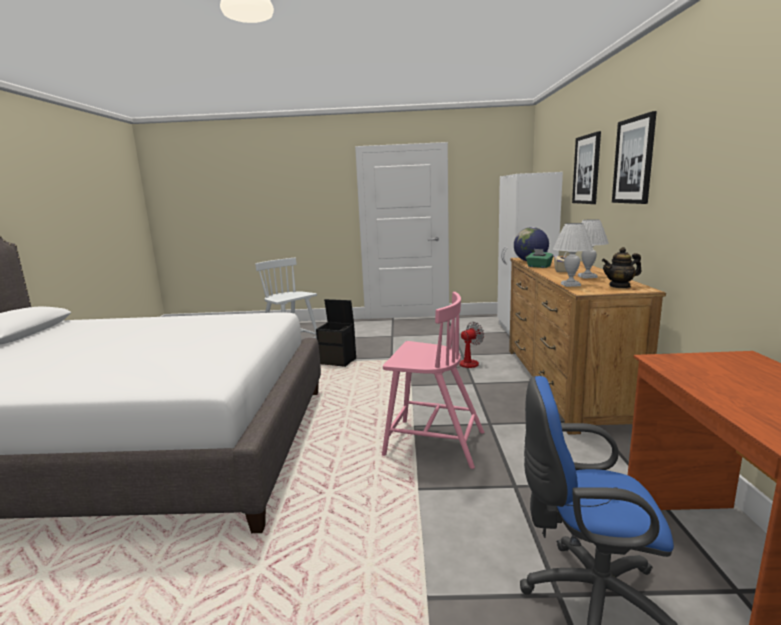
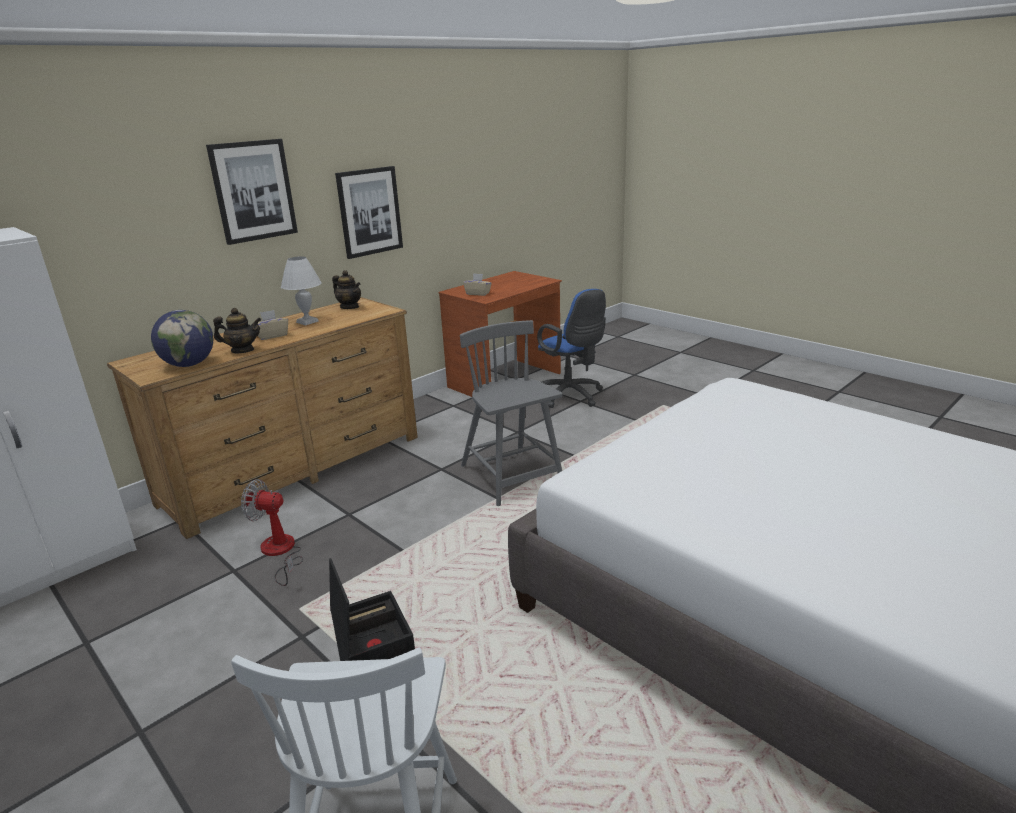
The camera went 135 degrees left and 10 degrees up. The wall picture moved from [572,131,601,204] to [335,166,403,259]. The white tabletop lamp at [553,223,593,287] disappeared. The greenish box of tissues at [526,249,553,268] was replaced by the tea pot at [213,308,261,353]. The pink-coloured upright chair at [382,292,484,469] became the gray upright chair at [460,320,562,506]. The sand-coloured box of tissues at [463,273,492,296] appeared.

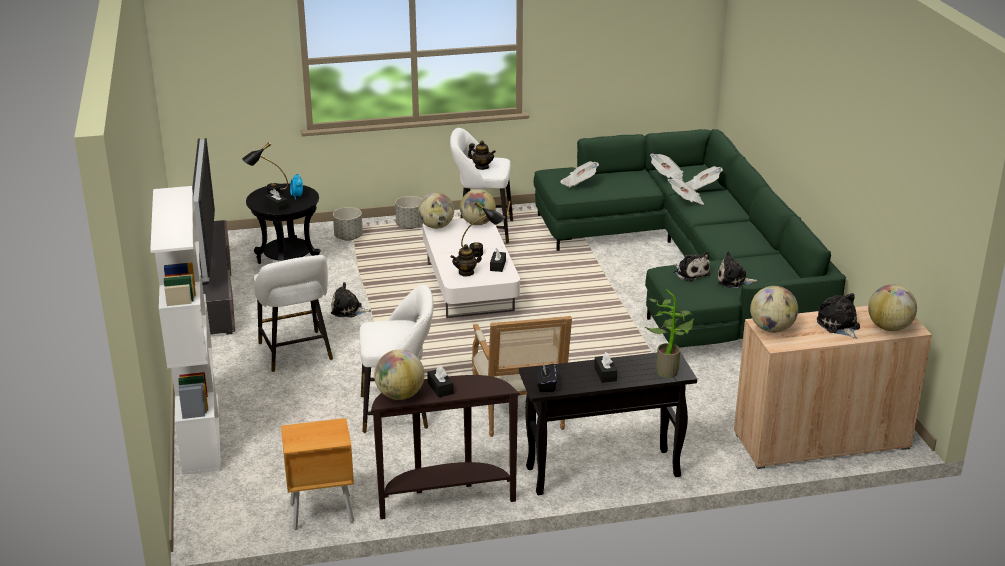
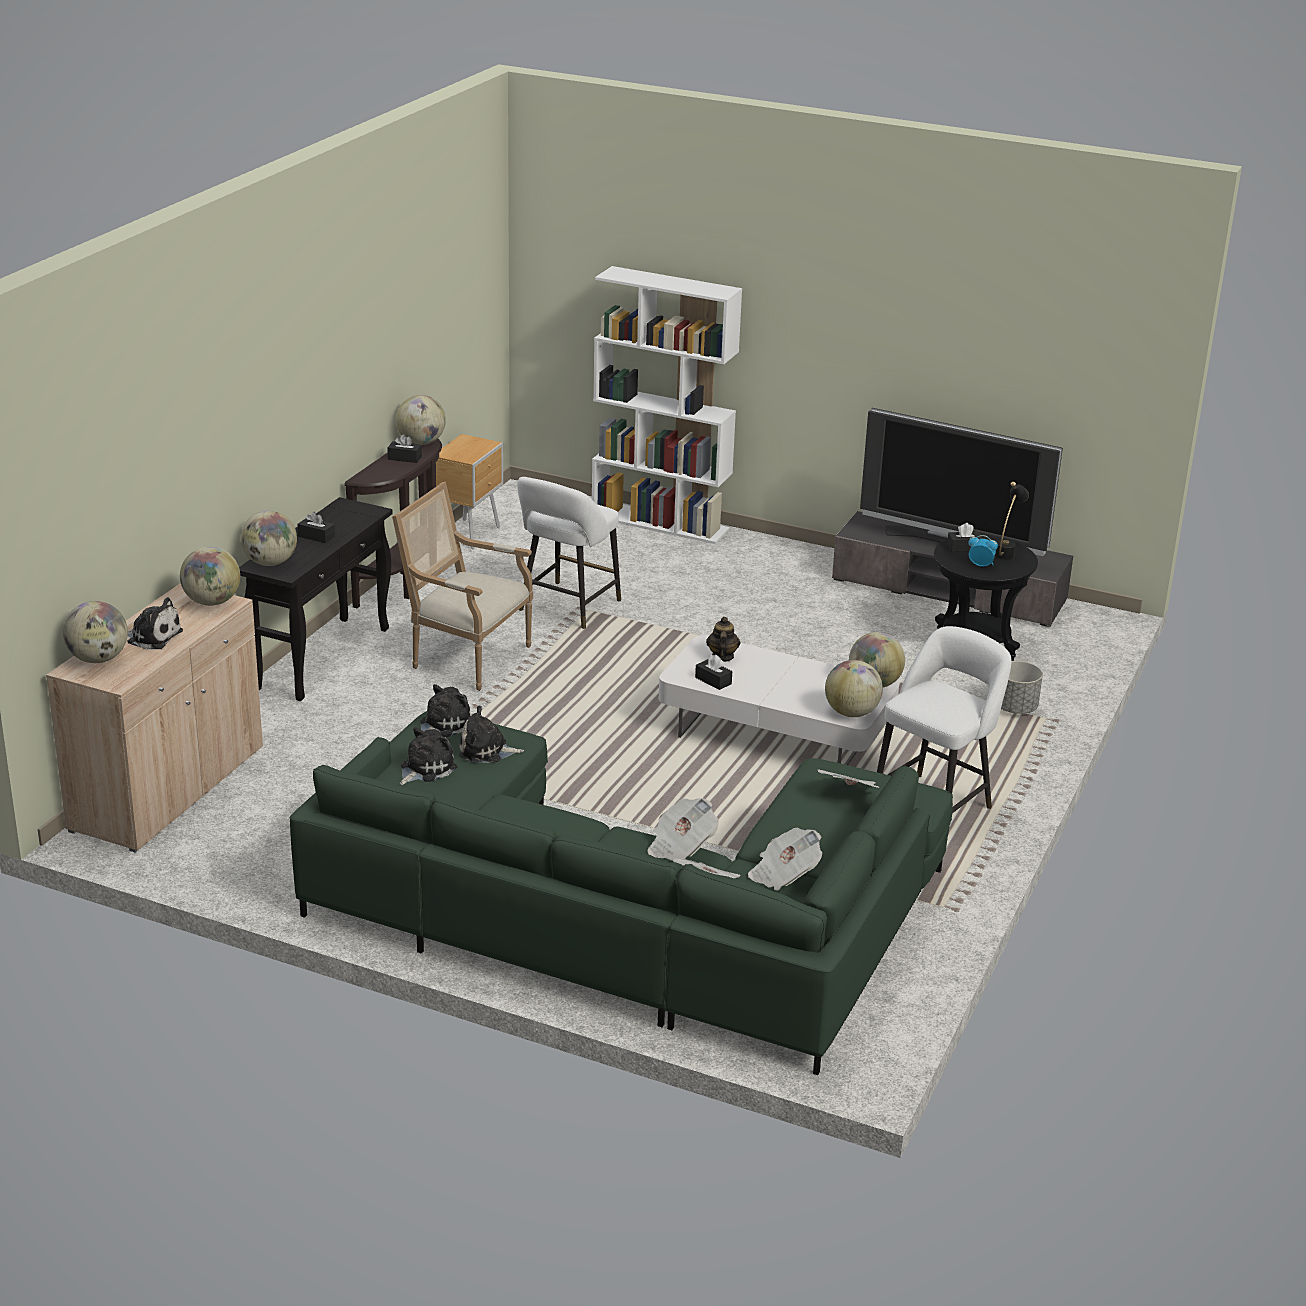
The camera went 125 degrees right and 0 degrees up. The tea pot at [468,141,496,170] disappeared. The gray flower pot at [395,196,423,229] disappeared. The black tabletop lamp at [461,202,505,257] disappeared. The white stool at [254,255,333,372] disappeared. The cuddly toy moved from [331,282,372,318] to [420,684,471,737]. The houseplant at [645,289,694,378] was replaced by the desk globe at [241,510,297,566]. The black box of tissues at [536,362,557,392] disappeared.

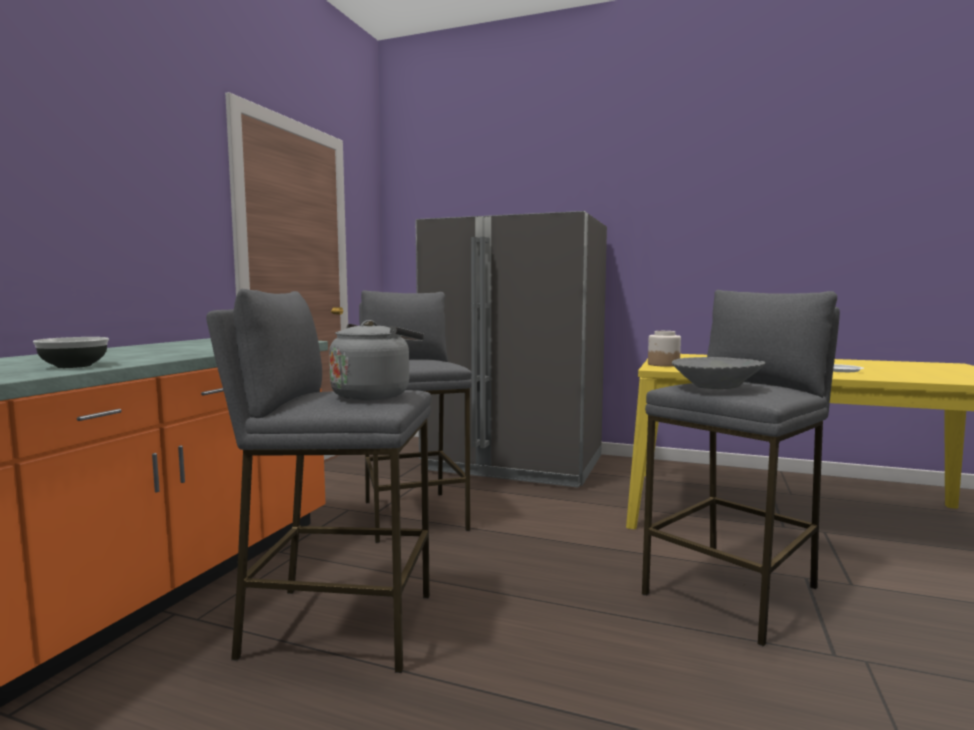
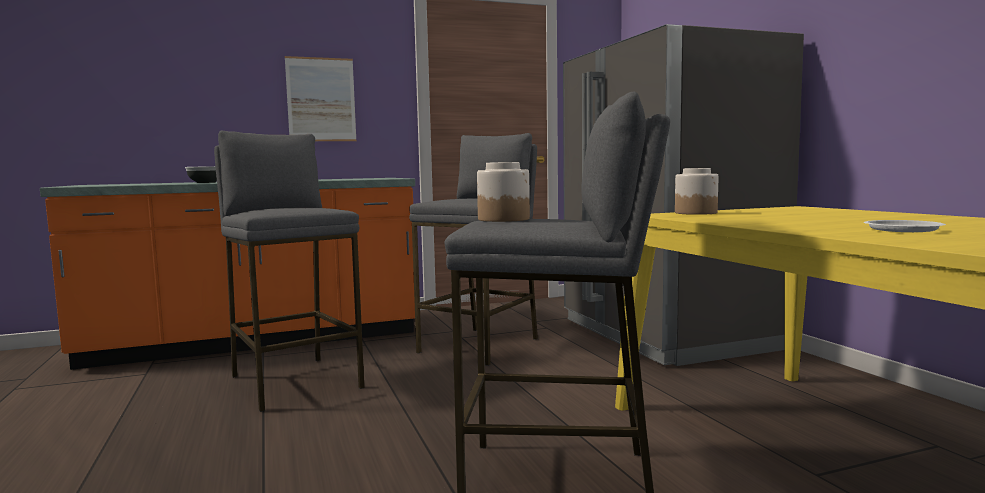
The camera went 50 degrees right and 0 degrees up. The gray kettle at [329,320,424,400] disappeared. The gray serving bowl at [672,357,766,389] was replaced by the preserve jar at [477,162,530,222]. The wall picture at [285,56,357,141] appeared.

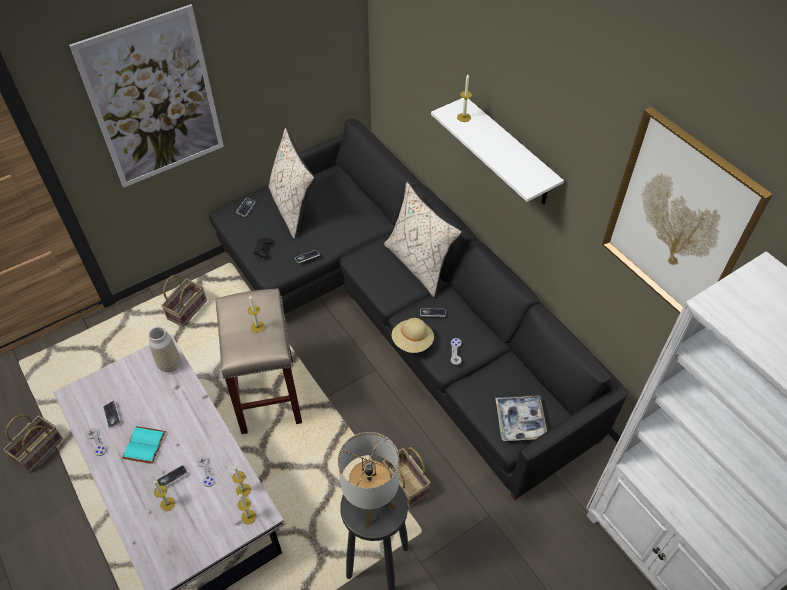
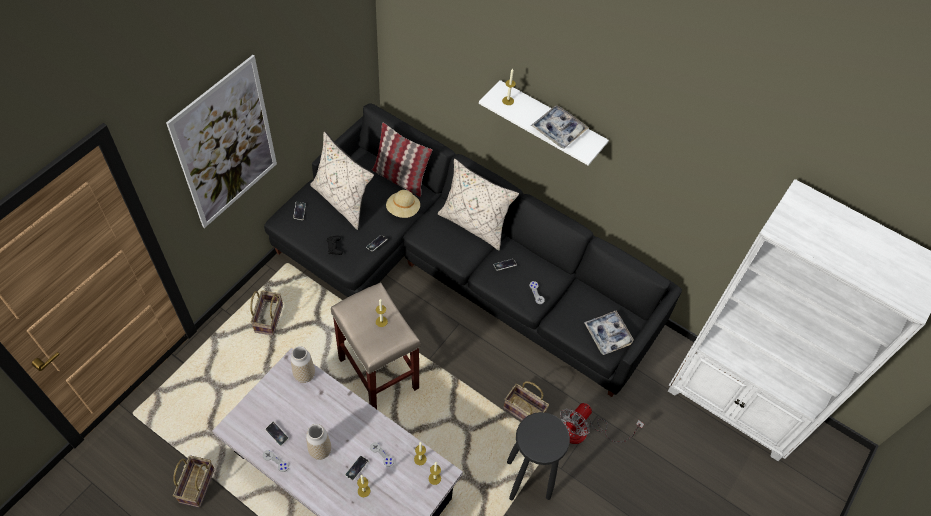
The camera went 25 degrees left and 5 degrees up. The wall picture at [602,107,773,313] disappeared. The sand-coloured hat moved from [392,318,434,353] to [386,190,420,218]. The turquoise book at [122,426,166,464] was replaced by the flower vase at [306,424,331,460]. The tabletop lamp at [338,432,399,530] disappeared. The serving tray at [531,105,589,148] appeared. The cushion at [372,123,432,197] appeared. The cooling fan at [560,403,644,444] appeared.

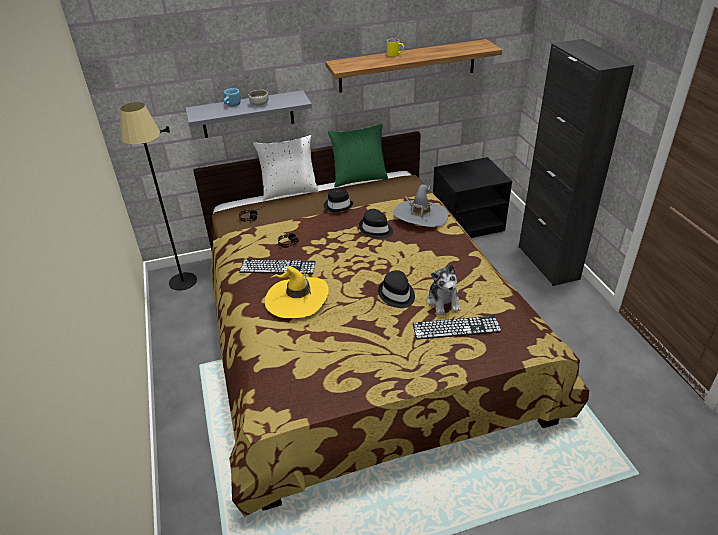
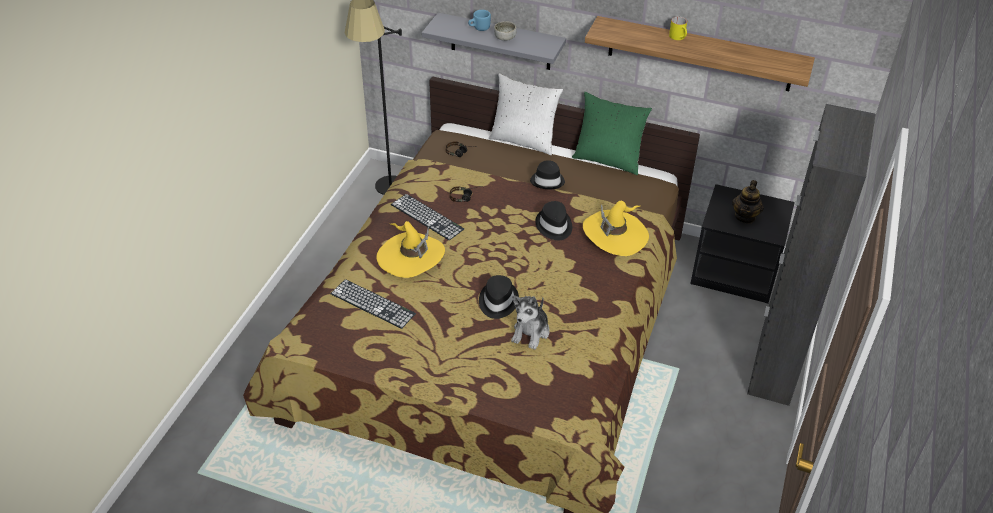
The camera went 35 degrees right and 5 degrees up. The gray hat at [394,184,448,227] became the yellowish hat at [583,201,649,256]. The computer keyboard moved from [413,316,501,340] to [330,279,416,329]. The tea pot at [732,180,764,224] appeared.

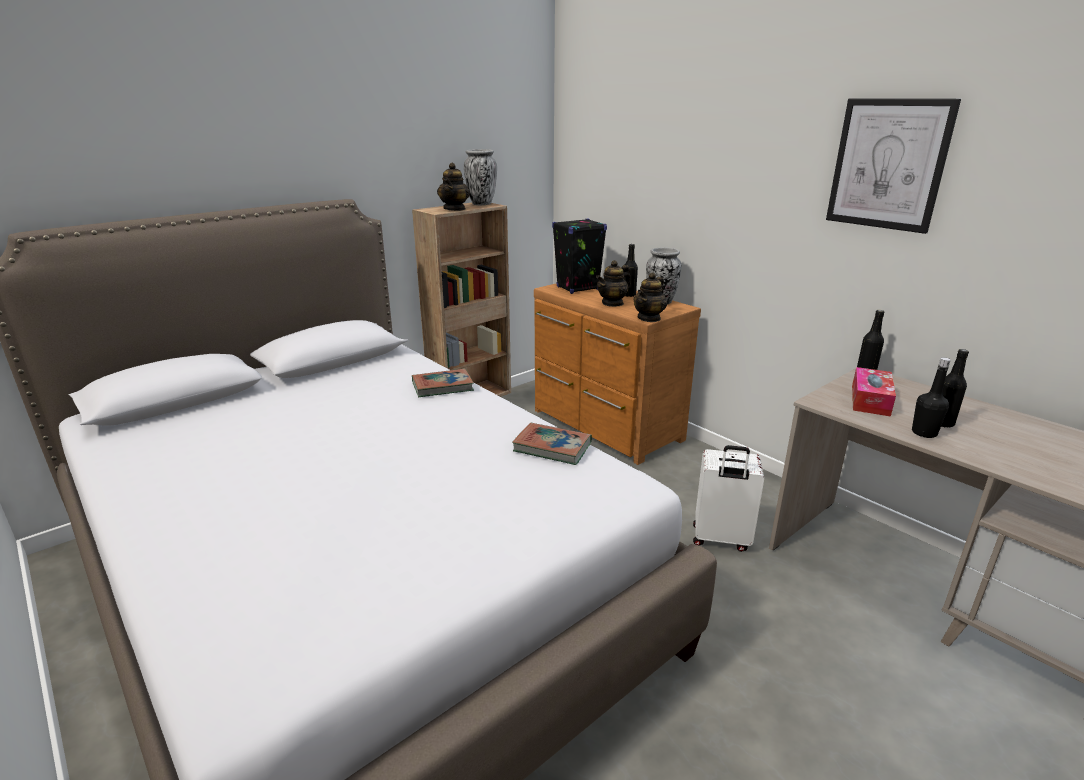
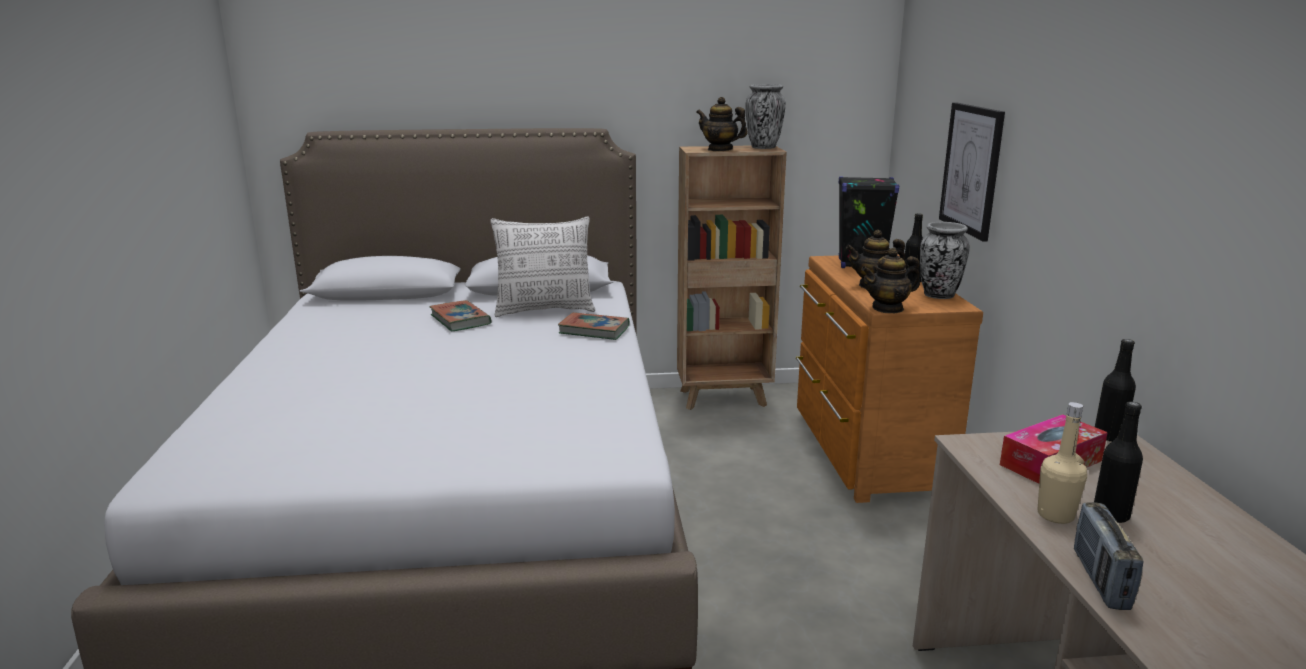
The camera went 35 degrees right and 5 degrees down. The wall picture moved from [826,99,961,234] to [939,102,1005,242]. The tea pot at [437,163,470,211] turned 75 degrees clockwise. The black bottle at [912,357,950,438] became the sand-coloured bottle at [1038,402,1087,524]. The book moved from [512,423,592,465] to [429,300,491,332]. The white suitcase at [693,445,764,552] disappeared. The cushion at [490,217,595,317] appeared. The radio receiver at [1074,502,1144,610] appeared.

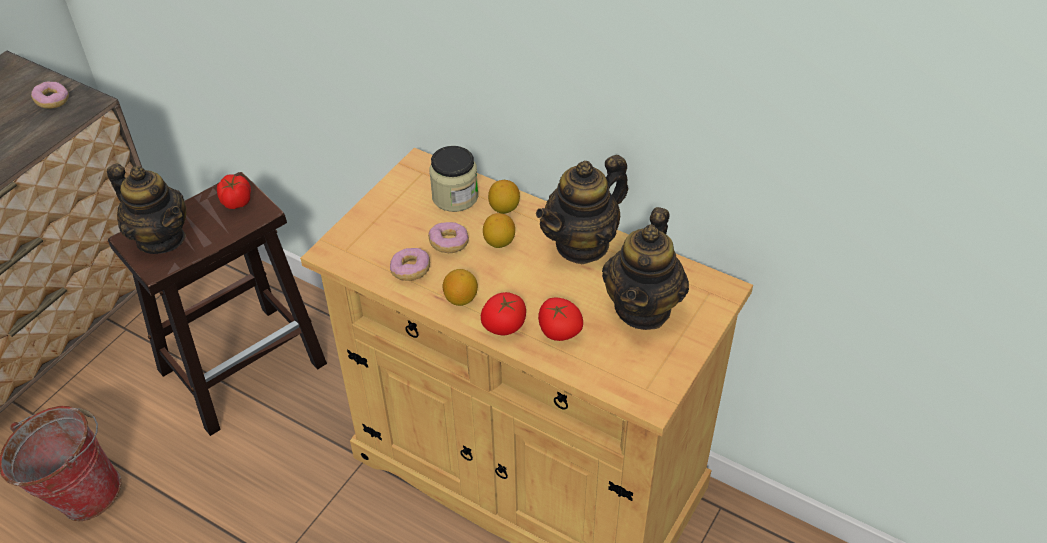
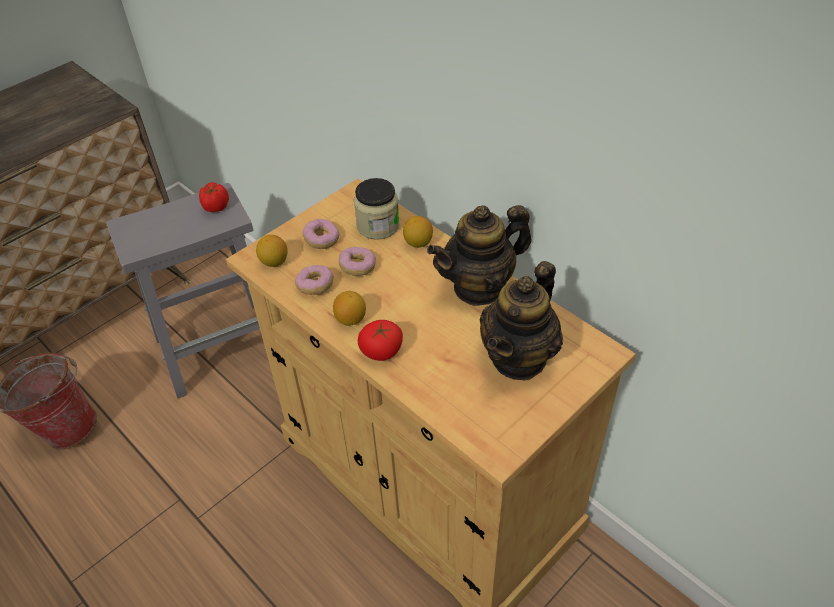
The camera went 15 degrees right and 0 degrees up. The donut moved from [31,81,69,109] to [303,219,339,249]. The tea pot at [107,164,186,254] disappeared. The brown stool at [108,172,327,436] became the gray stool at [106,183,260,398]. The whole lemon moved from [483,213,515,248] to [256,235,288,267]. The fresh tomato at [538,298,583,341] disappeared.

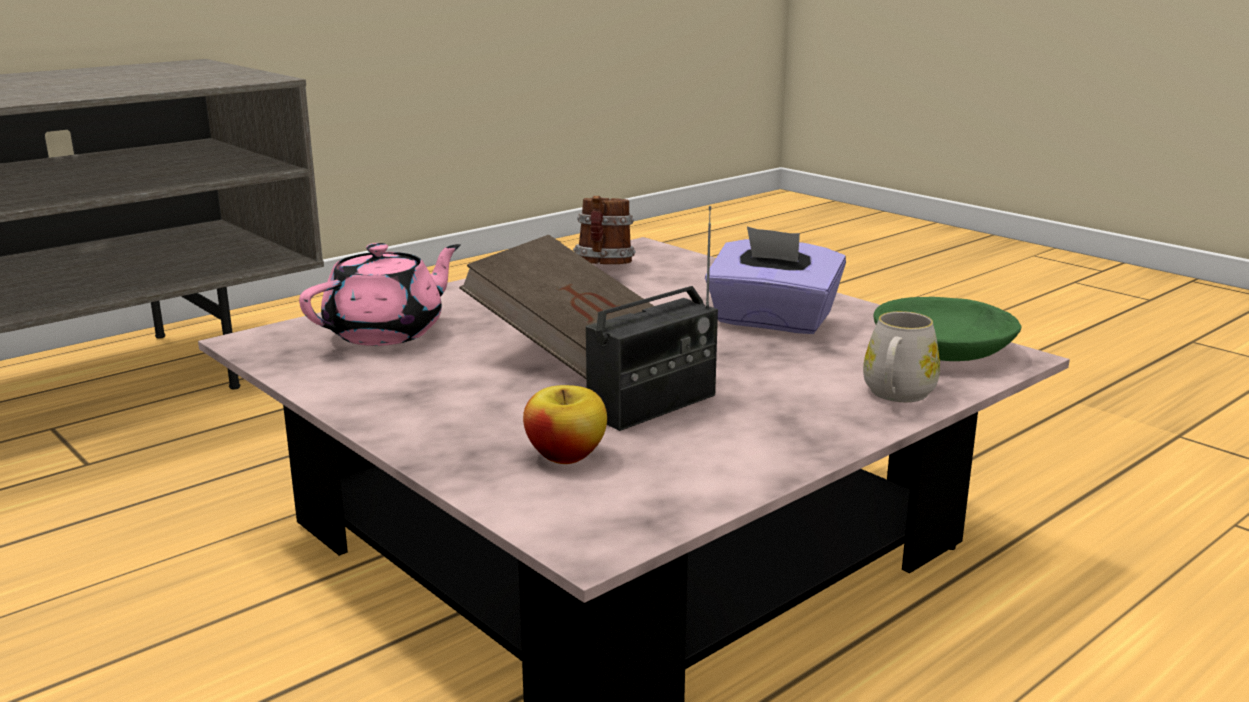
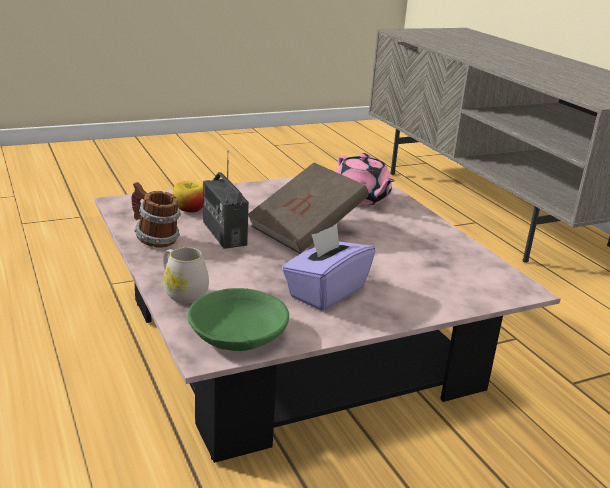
The camera went 105 degrees right and 5 degrees up. The mug moved from [573,196,635,264] to [131,182,181,248].

